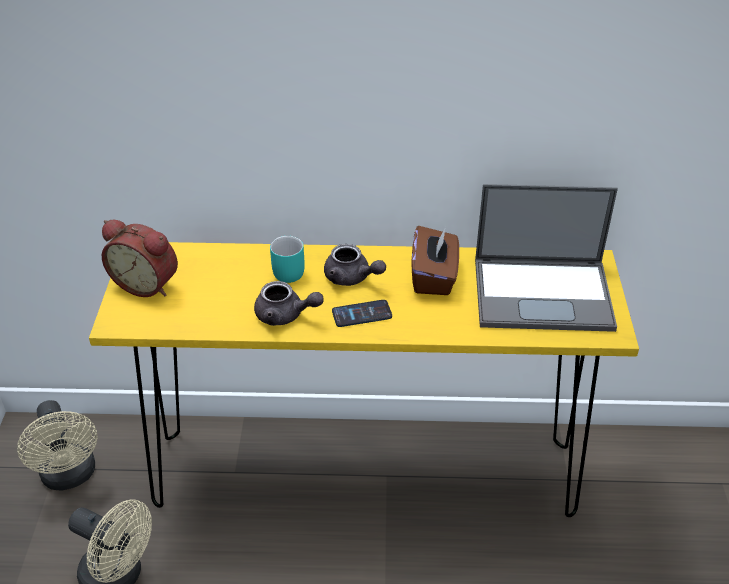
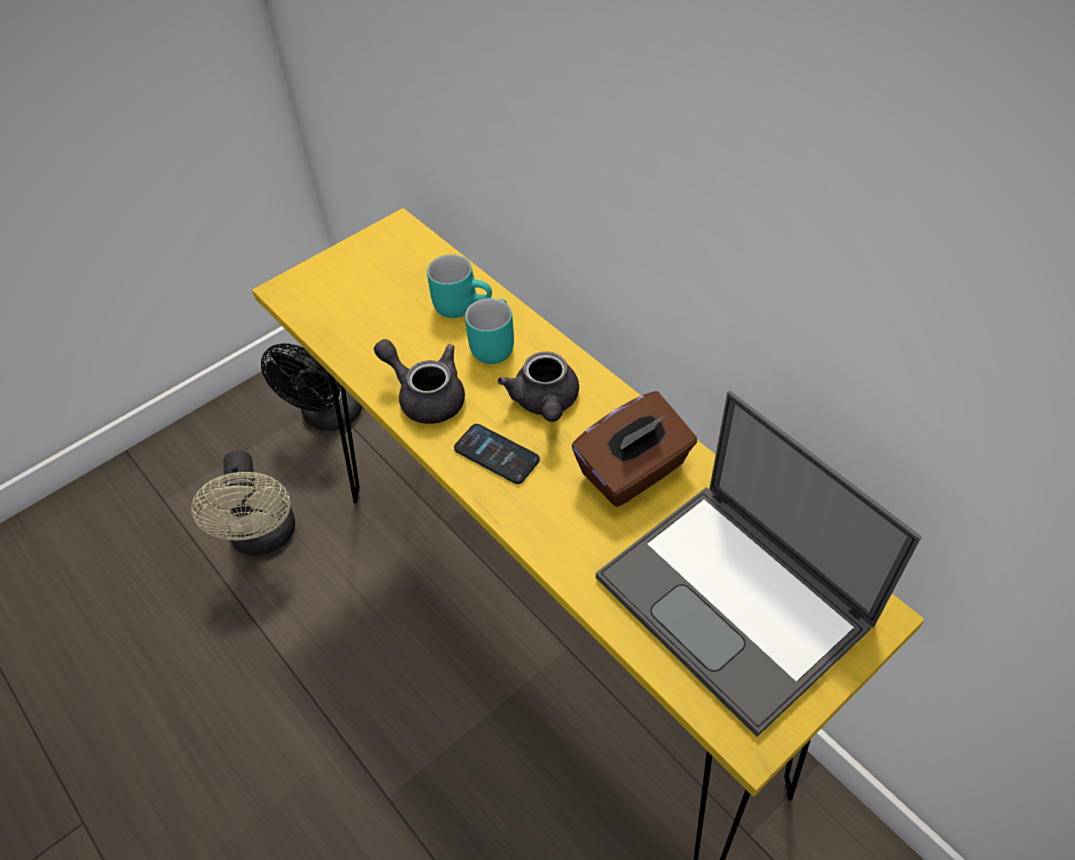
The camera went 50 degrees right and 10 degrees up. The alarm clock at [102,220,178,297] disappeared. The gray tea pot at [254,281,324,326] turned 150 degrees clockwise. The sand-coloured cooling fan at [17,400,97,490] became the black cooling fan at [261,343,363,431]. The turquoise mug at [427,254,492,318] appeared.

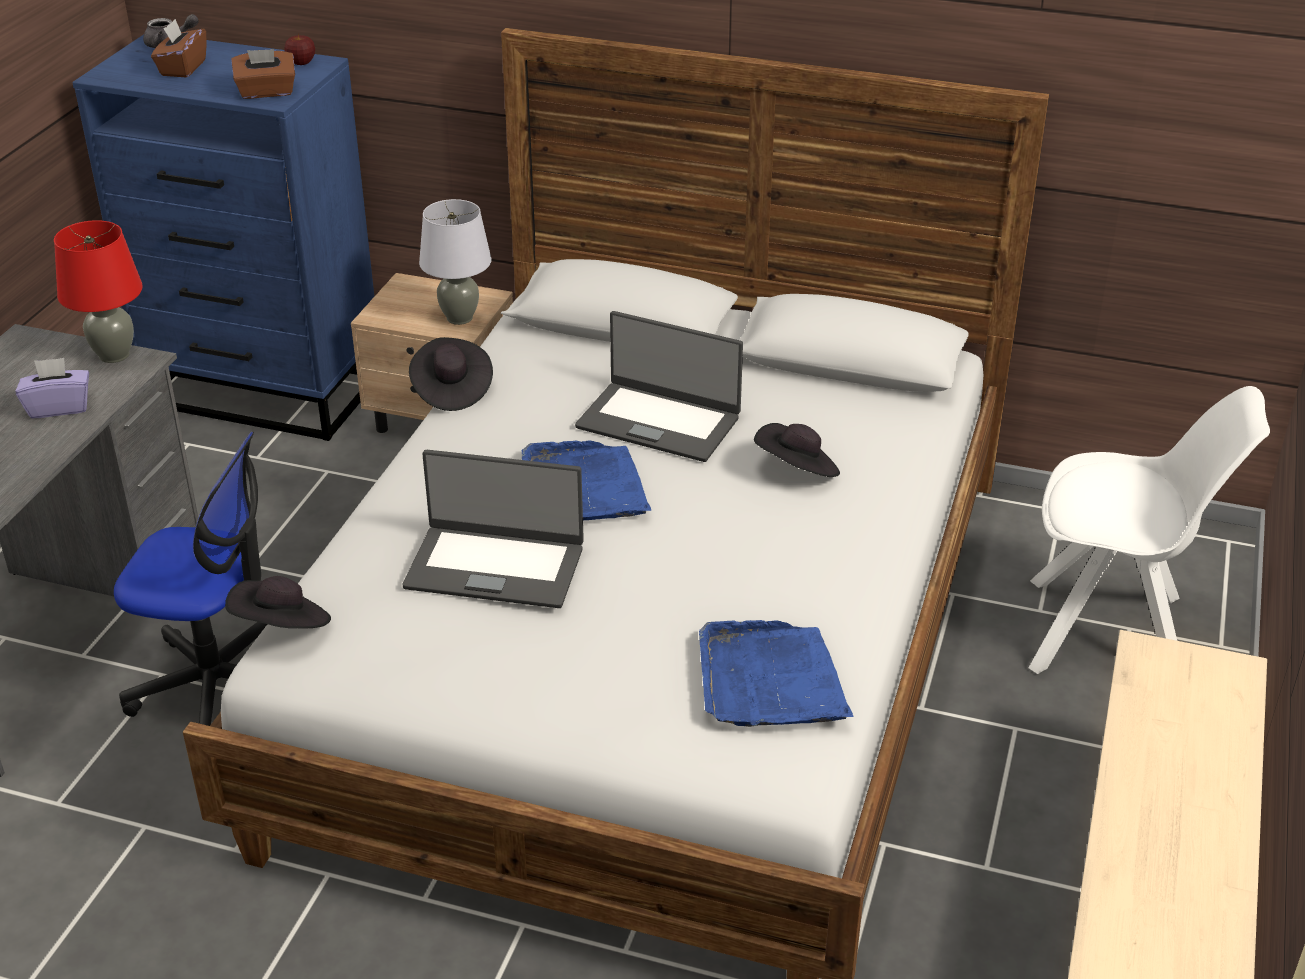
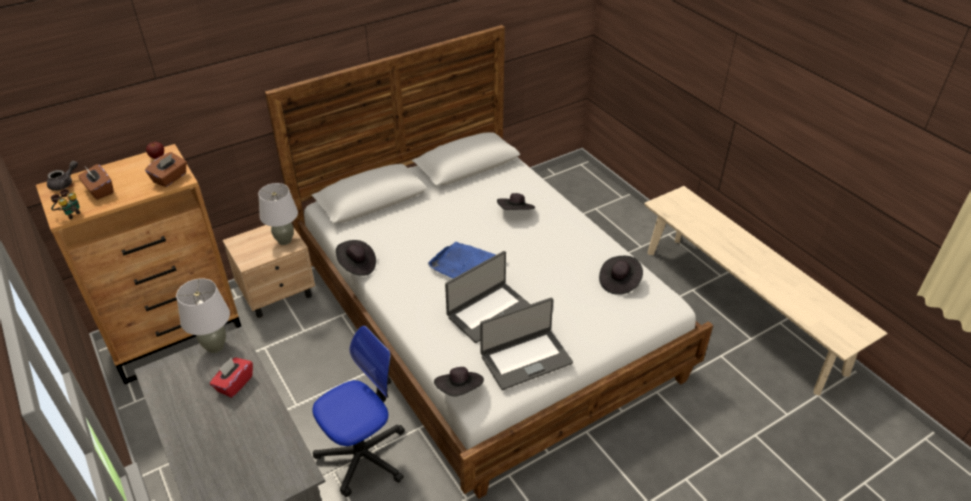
The camera went 50 degrees left and 5 degrees up. The bluish dresser at [72,34,374,441] became the brown dresser at [36,144,241,384]. The reddish tabletop lamp at [54,220,143,363] became the gray tabletop lamp at [176,278,230,353]. The notebook computer moved from [575,311,743,462] to [480,297,573,390]. The purple-coloured box of tissues at [16,358,89,418] became the reddish box of tissues at [210,357,253,398]. The white upright chair at [1029,386,1270,674] disappeared. The bluish serving tray at [699,620,854,727] was replaced by the black hat at [599,256,643,295]. The field glasses at [51,189,80,220] appeared.

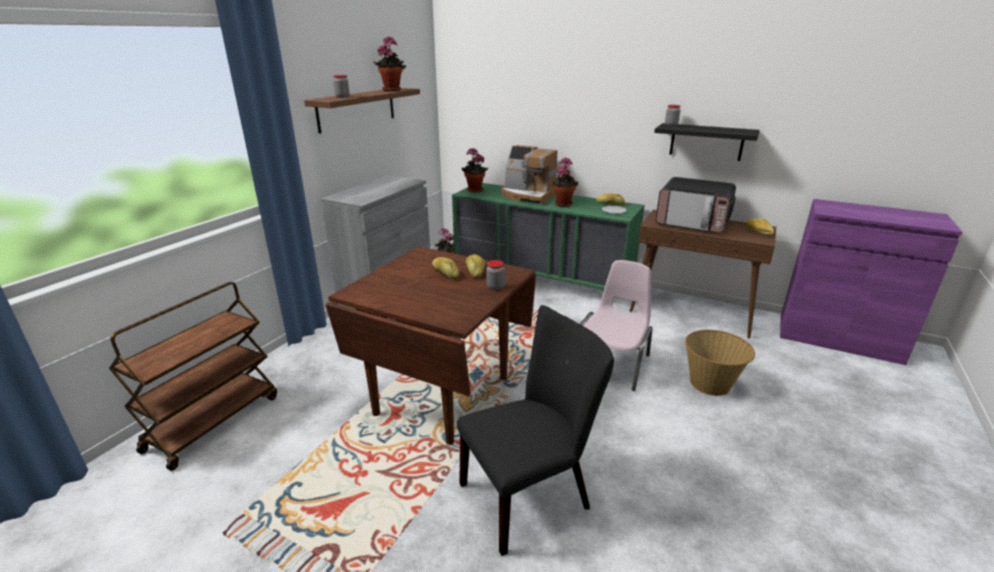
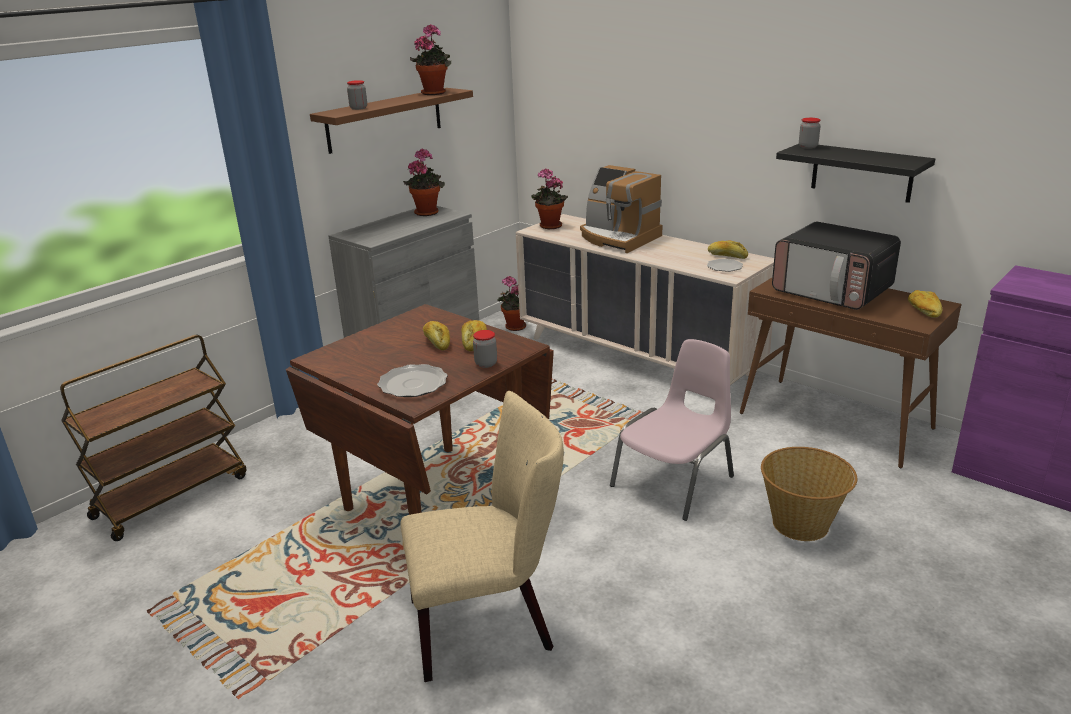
The camera went 15 degrees right and 0 degrees up. The houseplant moved from [552,157,578,207] to [403,148,445,216]. The greenish dresser at [452,183,645,292] became the sand-coloured dresser at [516,214,774,385]. The black upright chair at [457,305,614,556] became the sand-coloured upright chair at [401,391,564,682]. The dinner plate at [377,364,448,397] appeared.

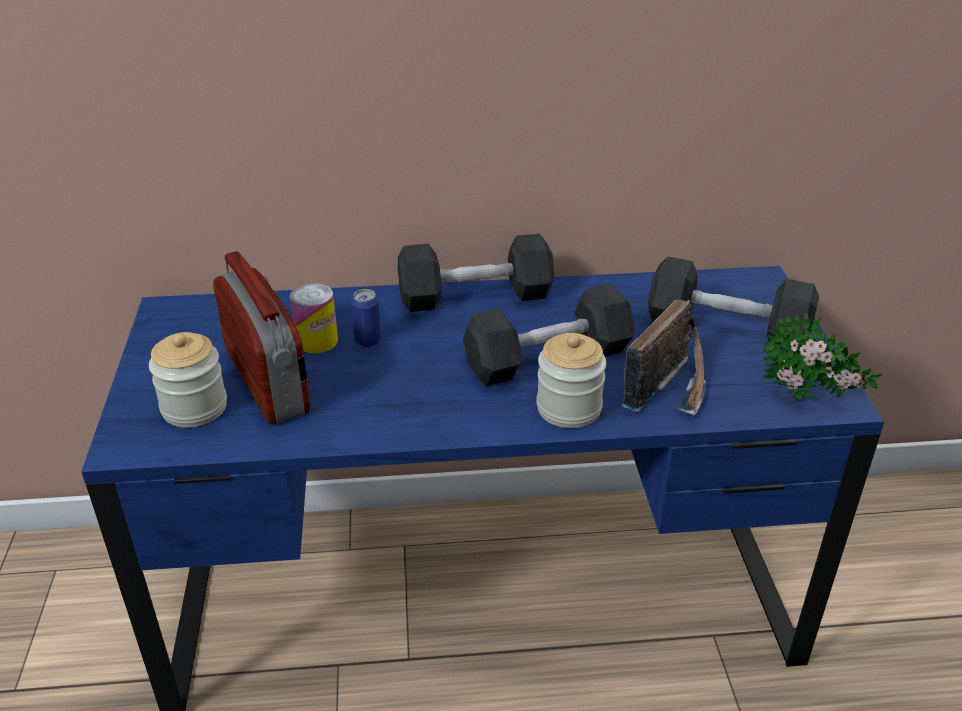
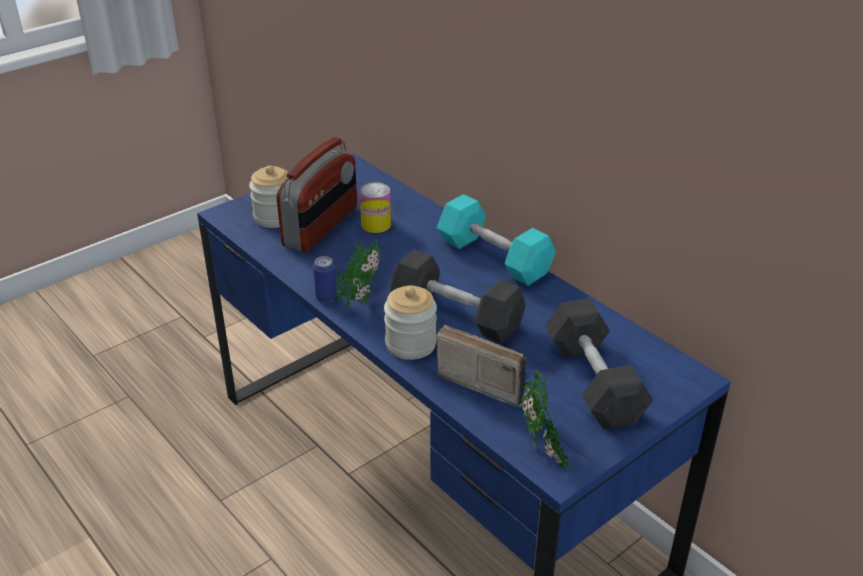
The camera went 55 degrees right and 0 degrees up. The gray dumbbell at [398,234,554,312] became the turquoise dumbbell at [437,194,555,286]. The can moved from [351,289,381,348] to [313,256,337,303]. The radio receiver at [621,299,706,415] turned 150 degrees counterclockwise. The houseplant at [335,240,381,312] appeared.

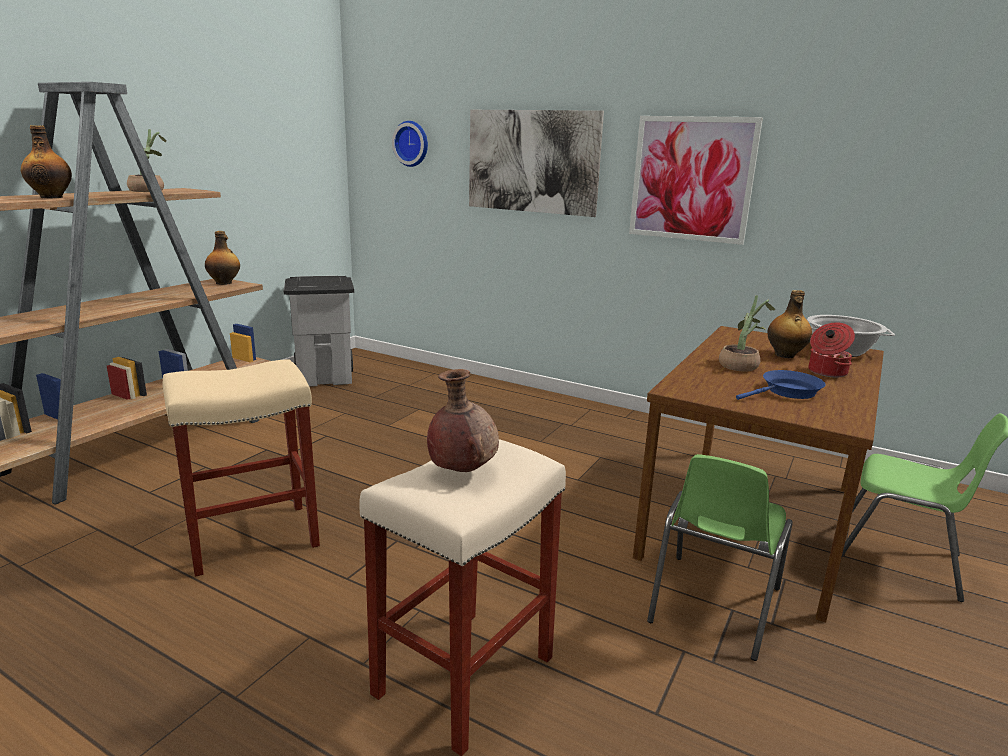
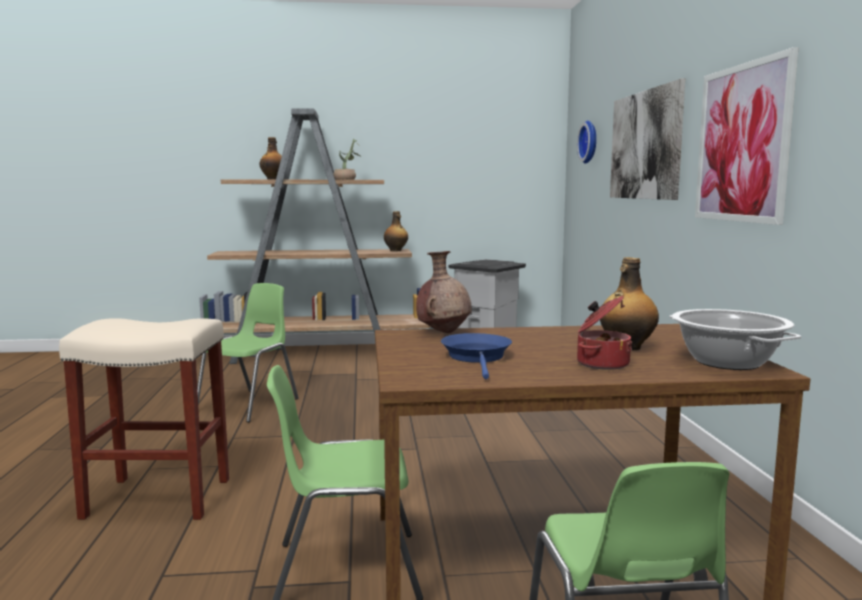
The camera went 55 degrees right and 10 degrees down. The houseplant at [719,295,775,372] disappeared. The sand-coloured stool at [163,359,320,577] was replaced by the greenish upright chair at [197,283,299,422]. The brown flower vase moved from [427,369,499,472] to [416,251,472,333]. The bluish pan at [736,370,825,400] turned 120 degrees counterclockwise.

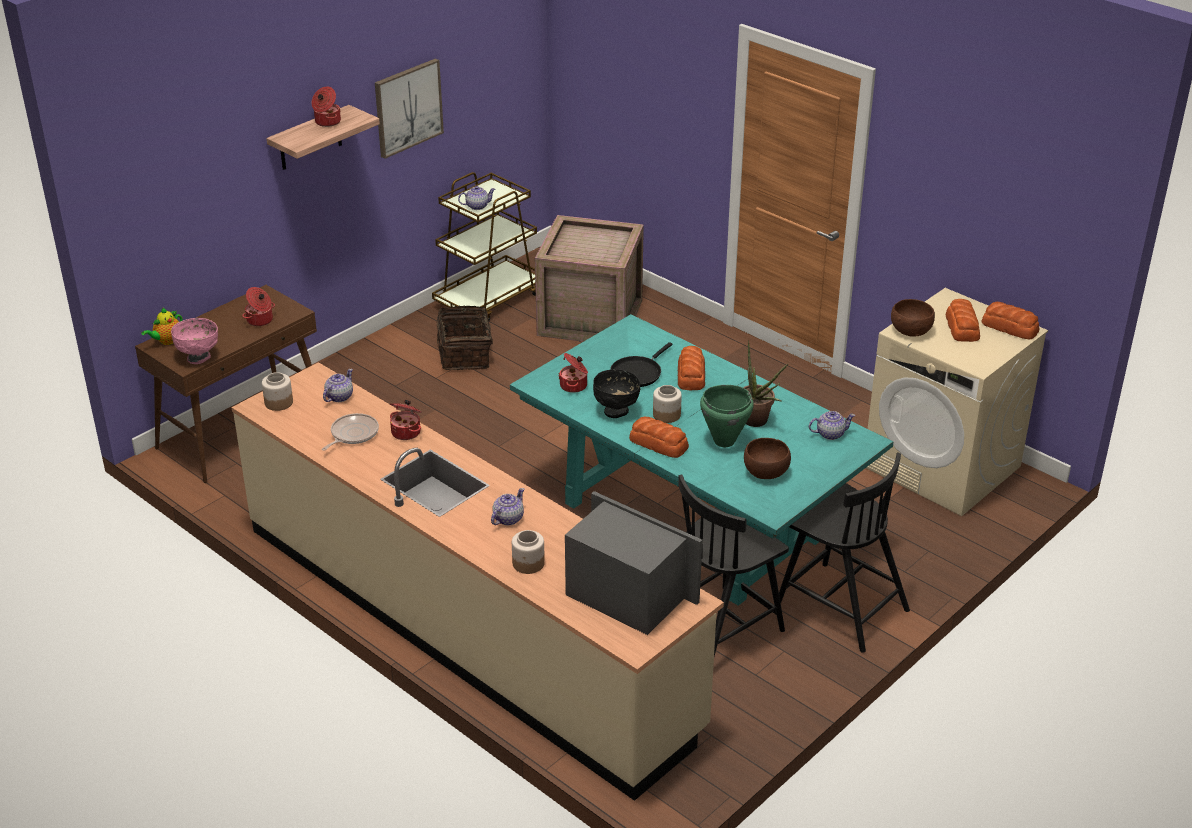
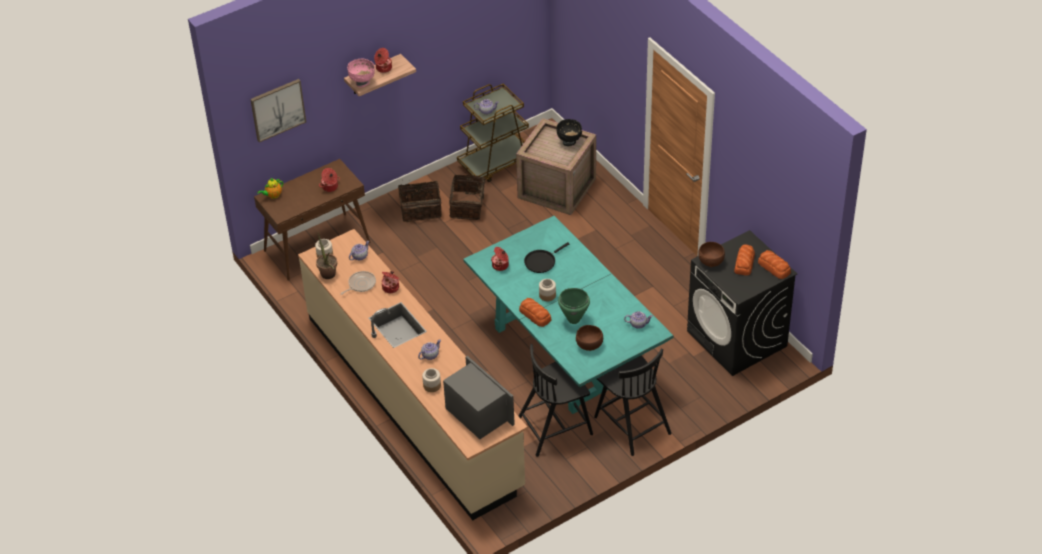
The camera went 15 degrees right and 10 degrees up. The wall picture moved from [375,58,444,159] to [250,79,306,143]. The sand-coloured laundry machine at [866,288,1048,516] became the black laundry machine at [687,230,797,376]. The pink-coloured serving bowl moved from [171,318,218,364] to [347,59,375,87]. The houseplant moved from [743,340,788,427] to [316,233,337,279]. The bread at [678,346,705,390] disappeared. The black serving bowl moved from [593,369,640,418] to [556,119,582,146]. The basket at [398,181,442,222] appeared.

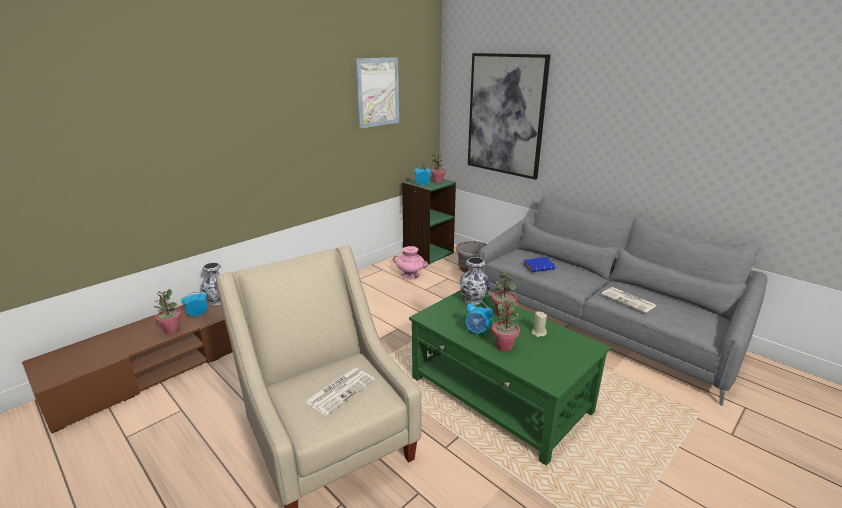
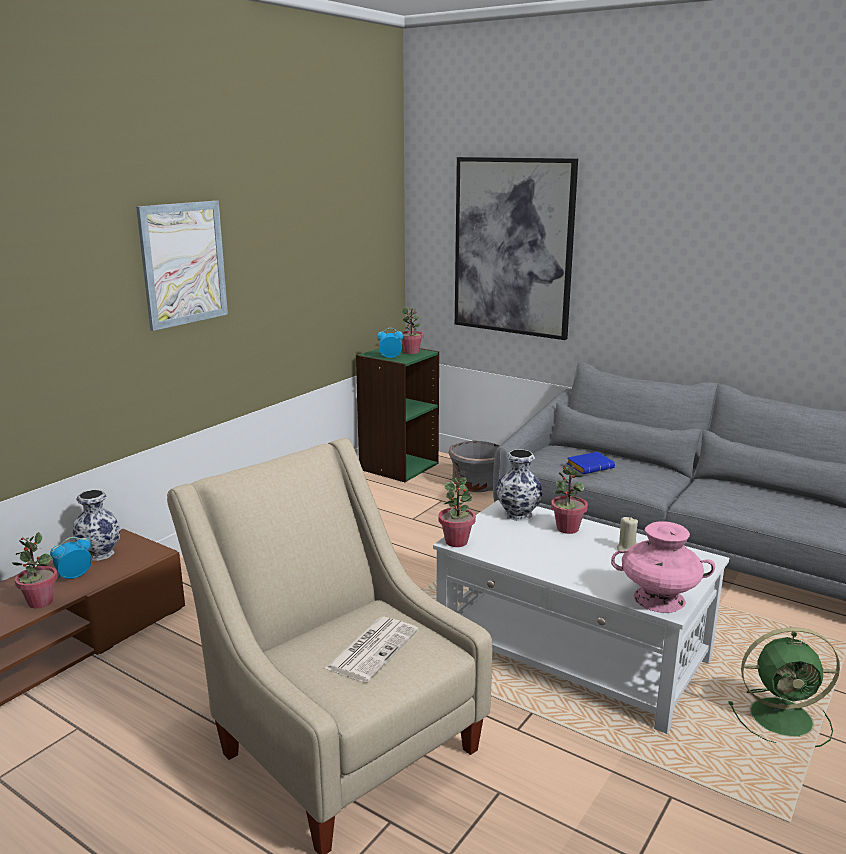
The camera went 10 degrees left and 5 degrees down. The wall picture moved from [355,57,399,128] to [136,201,228,331]. The pink-coloured flower vase moved from [393,246,428,280] to [611,521,715,613]. The newspaper at [601,287,657,313] disappeared. The greenish lounge table at [409,290,611,466] became the white lounge table at [433,500,729,734]. The houseplant moved from [492,300,520,351] to [438,477,476,547]. The alarm clock at [466,301,493,336] disappeared. The greenish cooling fan at [728,627,840,747] appeared.

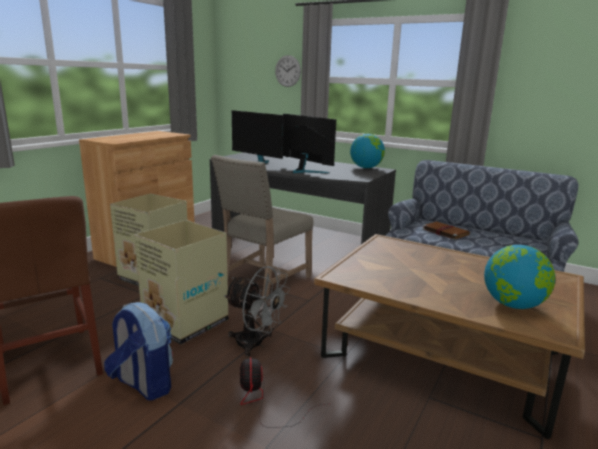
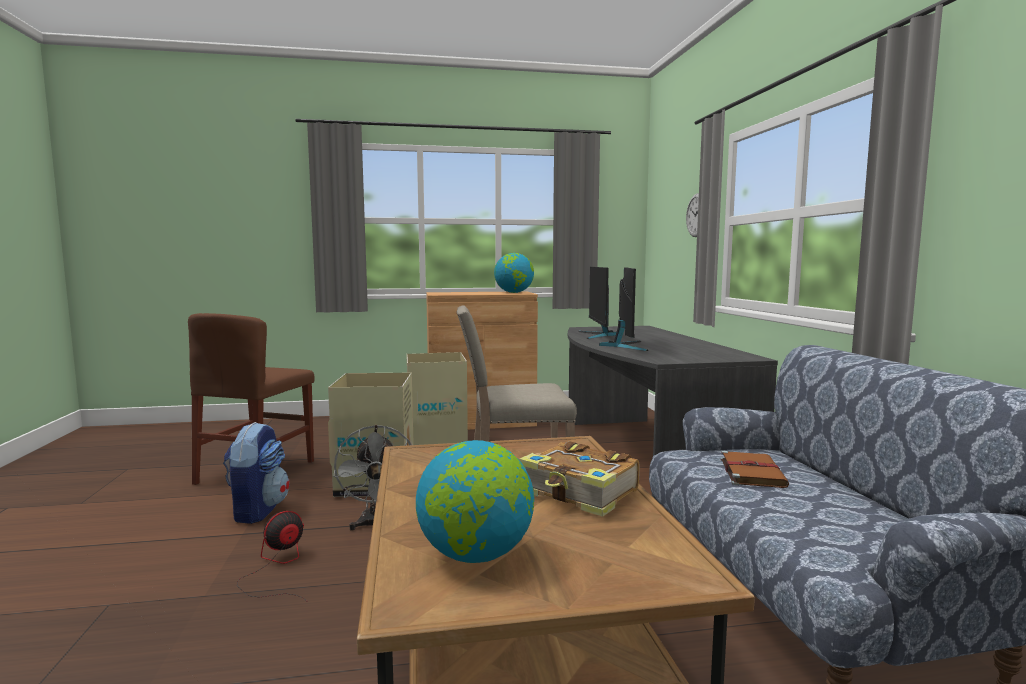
The camera went 50 degrees right and 10 degrees down. The desk globe moved from [350,134,385,168] to [494,253,534,293]. The book at [519,441,640,517] appeared.

